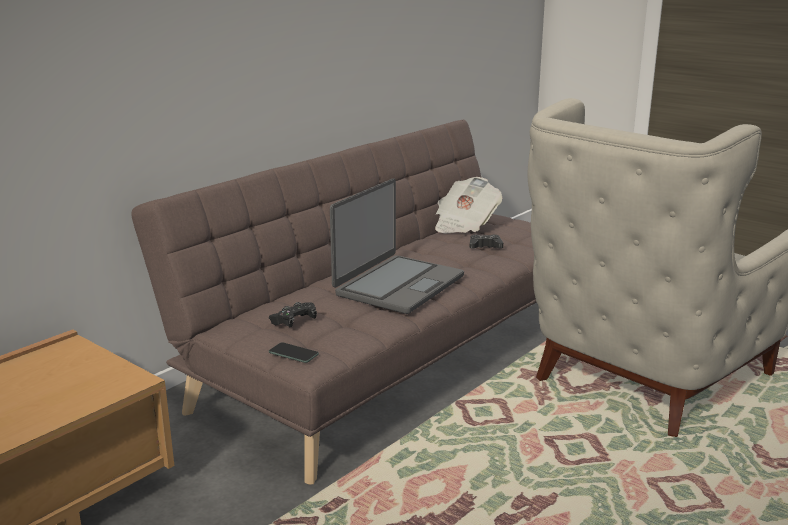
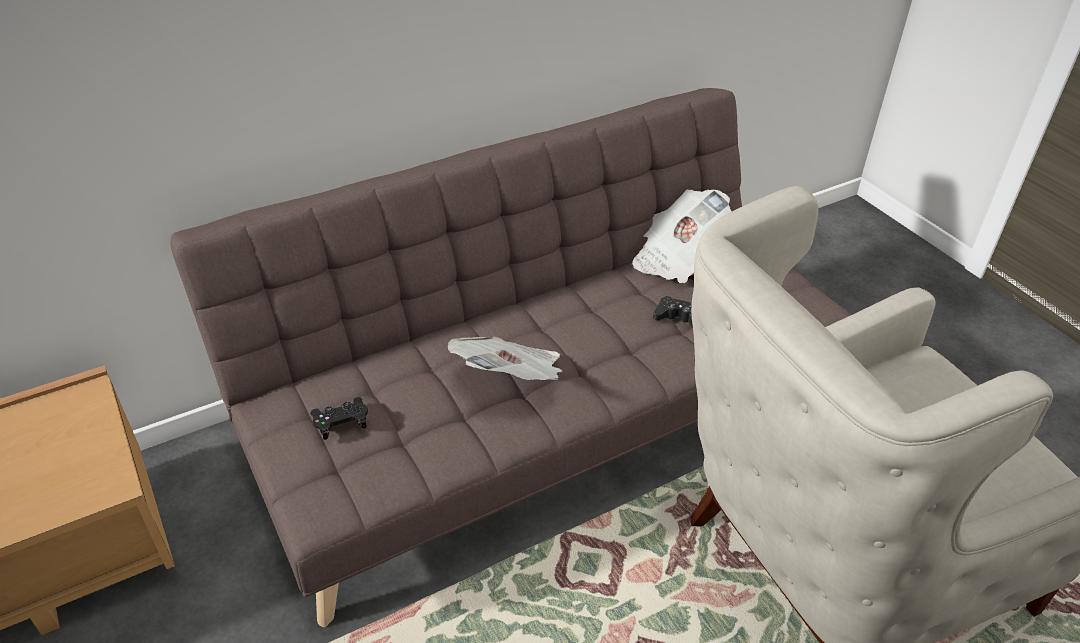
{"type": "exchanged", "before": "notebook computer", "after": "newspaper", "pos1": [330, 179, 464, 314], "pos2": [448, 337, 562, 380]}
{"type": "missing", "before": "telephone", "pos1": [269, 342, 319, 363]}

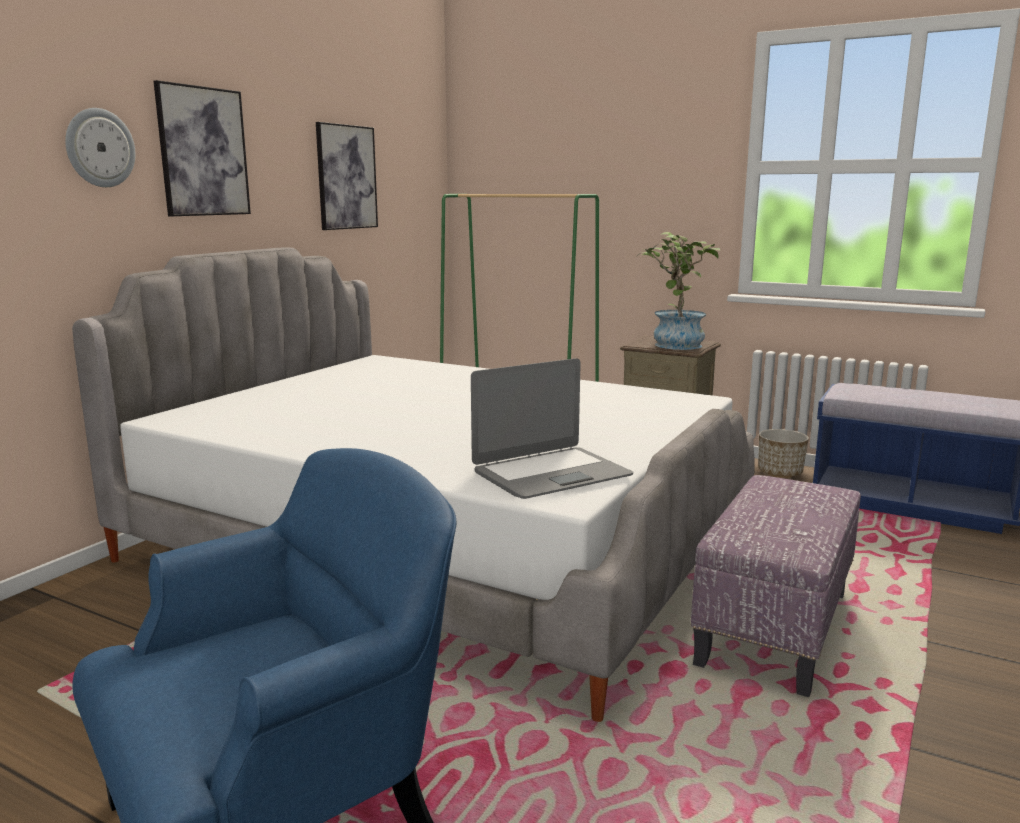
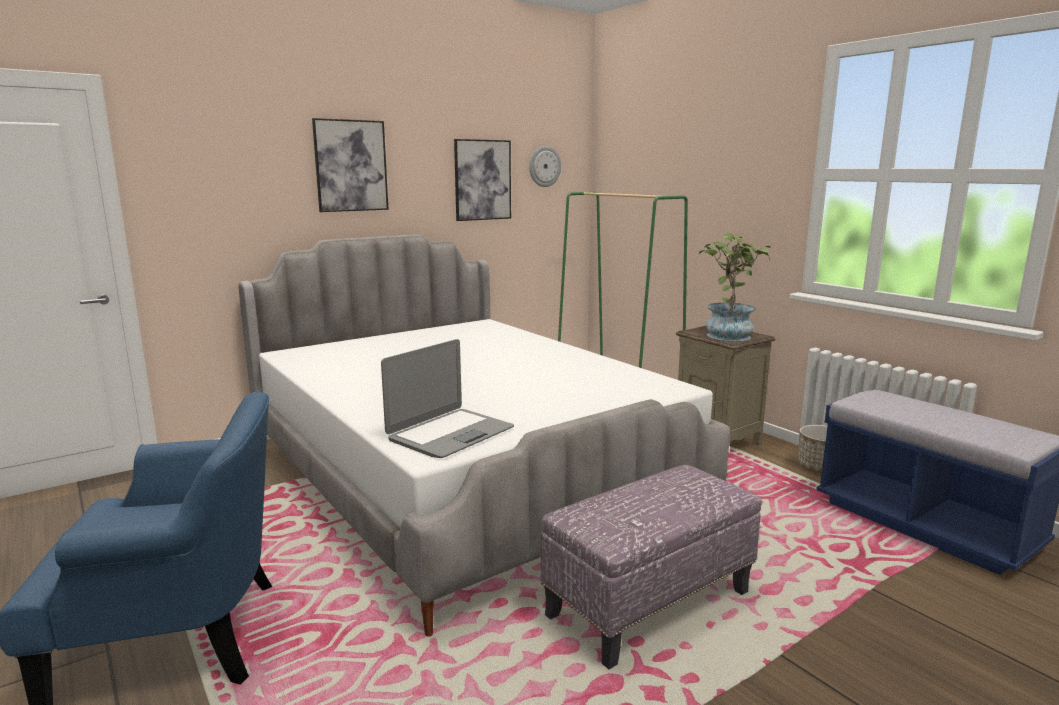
{"type": "relocated", "before": "clock on the wall", "pos1": [65, 108, 135, 187], "pos2": [529, 146, 561, 187]}
{"type": "spun", "before": "notebook computer", "pos1": [471, 358, 633, 499], "pos2": [381, 339, 514, 458], "turn": -45}

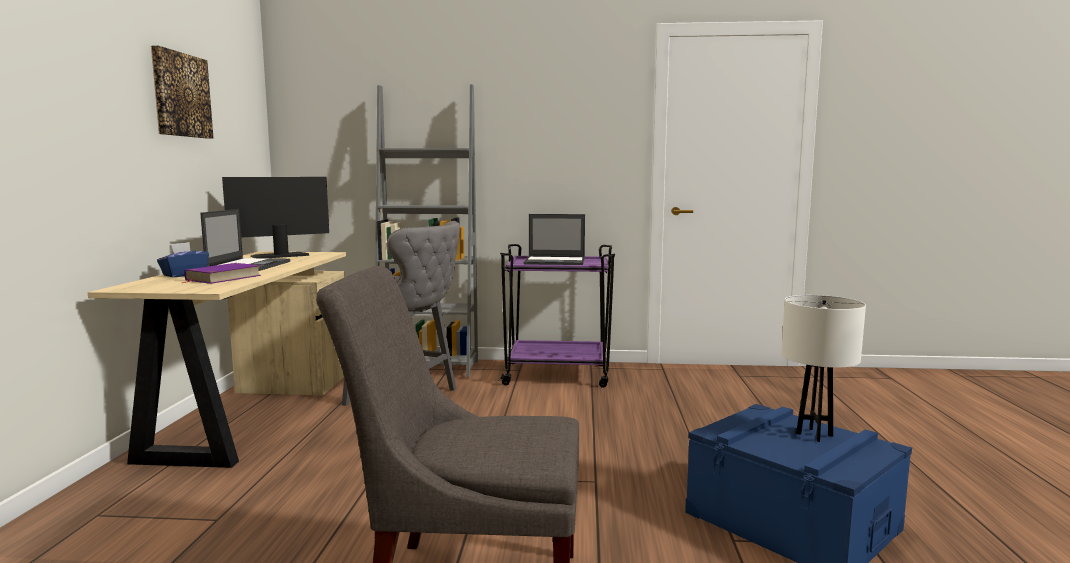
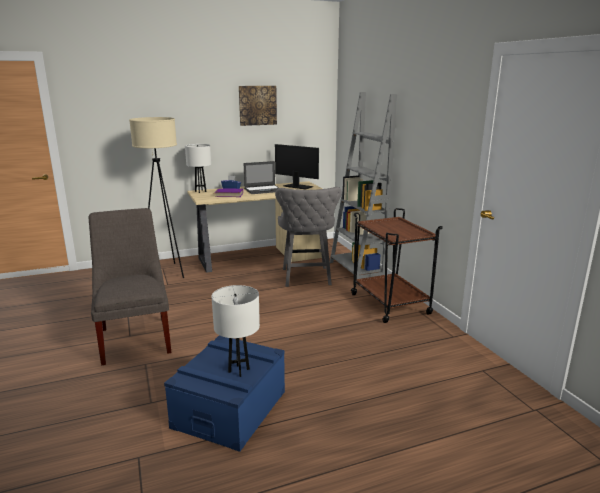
{"type": "missing", "before": "notebook computer", "pos1": [524, 214, 585, 265]}
{"type": "colour", "before": "trolley (purple-coloured)", "after": "trolley (brown)", "pos1": [499, 244, 615, 388], "pos2": [351, 208, 443, 323]}
{"type": "appeared", "after": "standard lamp (sand-coloured)", "pos2": [129, 117, 184, 278]}
{"type": "appeared", "after": "lamp for a table (white-coloured)", "pos2": [185, 144, 211, 193]}

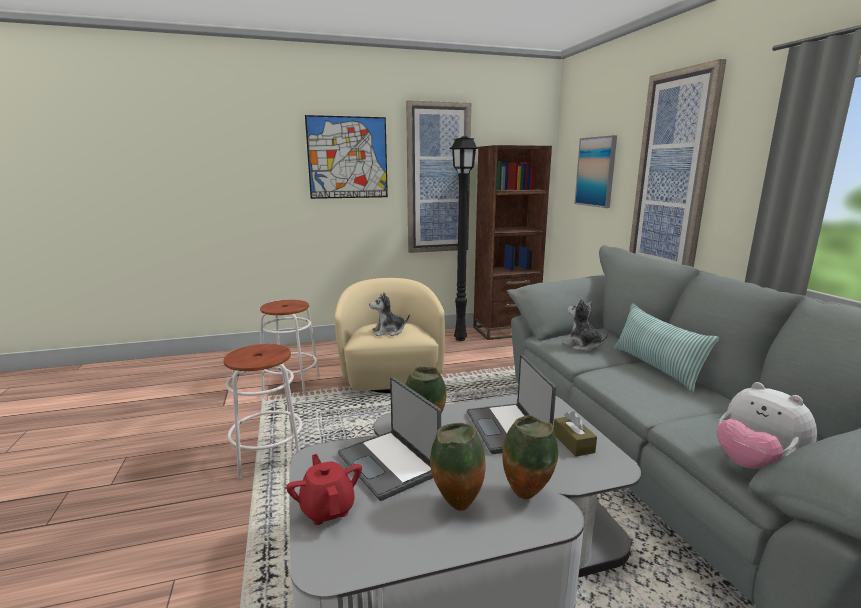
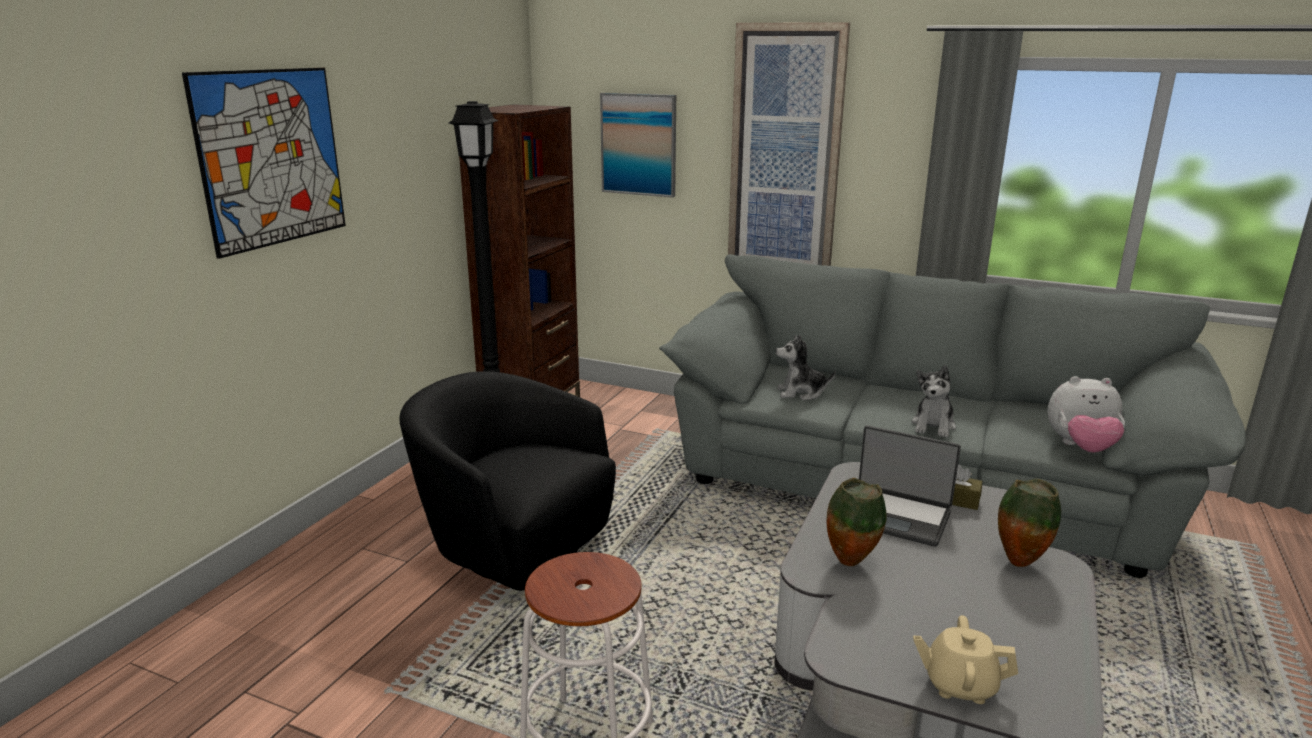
{"type": "missing", "before": "picture", "pos1": [406, 100, 471, 253]}
{"type": "colour", "before": "easy chair (sand-coloured)", "after": "easy chair (black)", "pos1": [335, 278, 445, 393], "pos2": [399, 371, 616, 591]}
{"type": "relocated", "before": "cuddly toy", "pos1": [369, 292, 410, 336], "pos2": [911, 365, 956, 438]}
{"type": "missing", "before": "stool seat (white-coloured)", "pos1": [260, 300, 320, 395]}
{"type": "missing", "before": "throw pillow", "pos1": [614, 303, 719, 392]}
{"type": "missing", "before": "notebook computer", "pos1": [338, 377, 441, 501]}
{"type": "missing", "before": "flower vase", "pos1": [430, 423, 485, 511]}
{"type": "colour", "before": "pot for tea (reddish)", "after": "pot for tea (sand-coloured)", "pos1": [286, 454, 362, 525], "pos2": [913, 615, 1018, 704]}

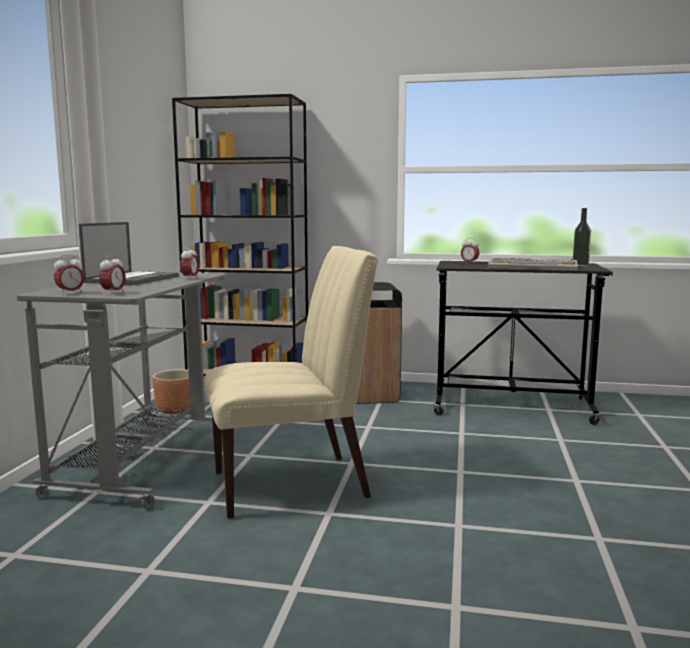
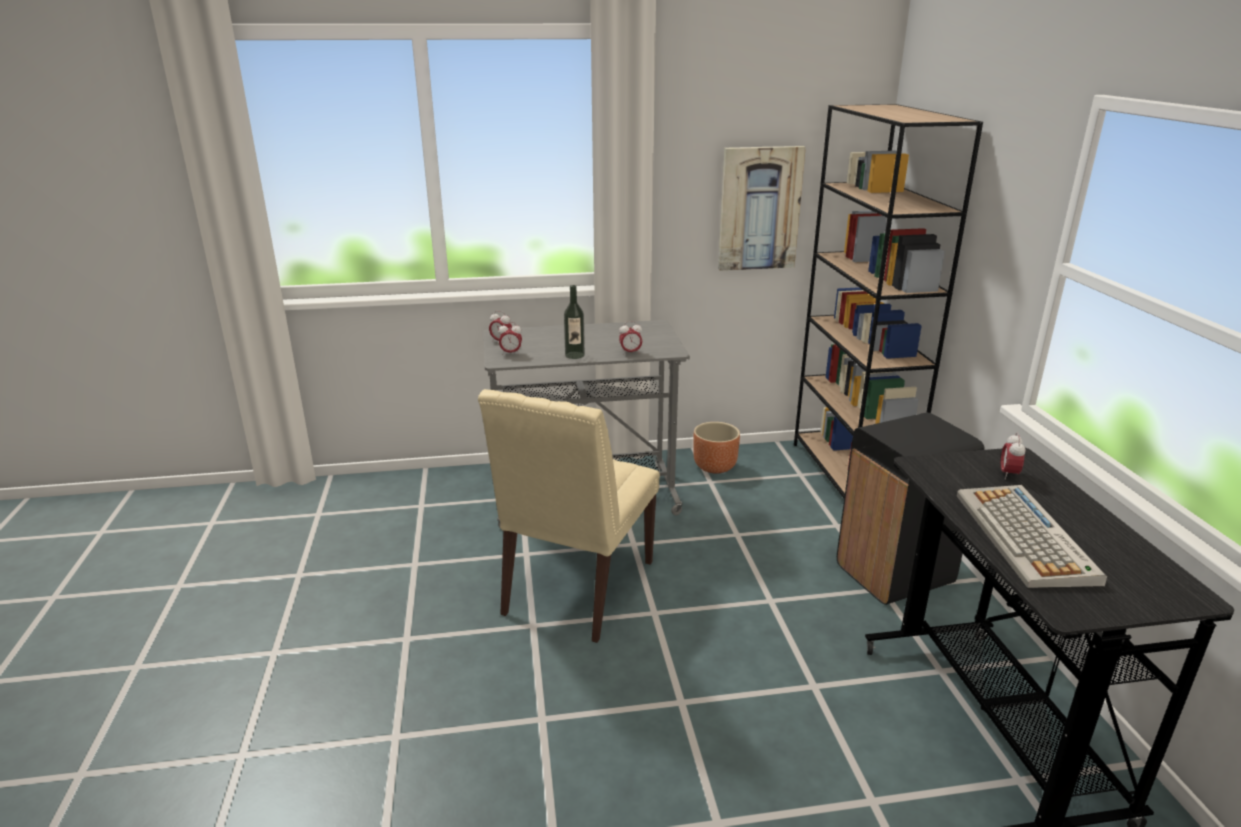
{"type": "relocated", "before": "drink bottle", "pos1": [573, 208, 591, 266], "pos2": [564, 285, 585, 359]}
{"type": "missing", "before": "notebook computer", "pos1": [78, 222, 179, 285]}
{"type": "spun", "before": "upright chair (sand-coloured)", "pos1": [204, 246, 378, 518], "pos2": [478, 389, 660, 643], "turn": 60}
{"type": "appeared", "after": "picture", "pos2": [718, 146, 806, 271]}

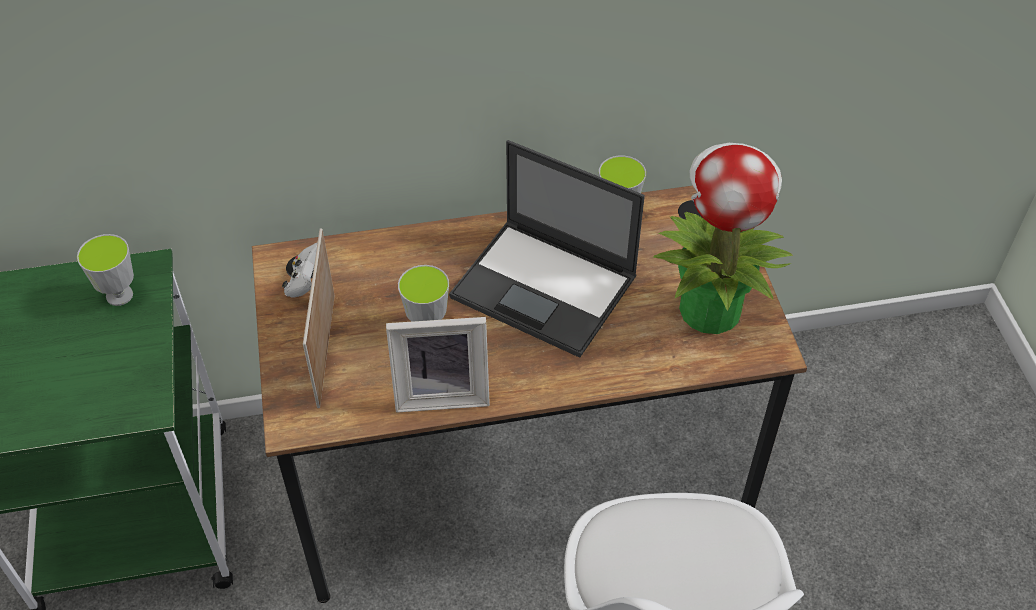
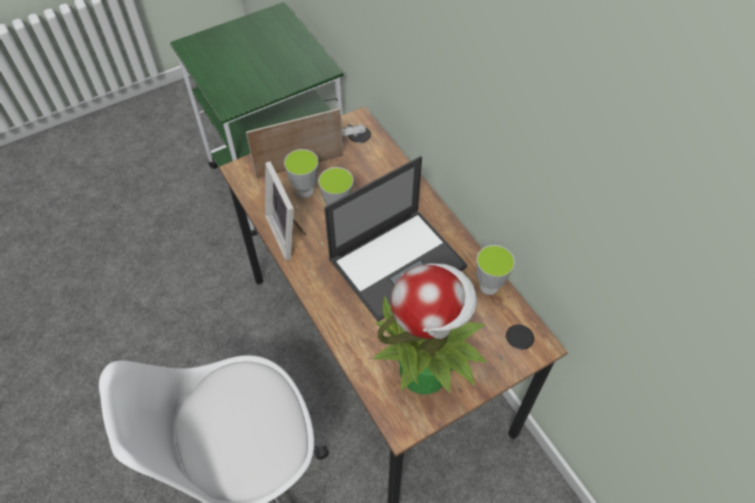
{"type": "spun", "before": "notebook computer", "pos1": [449, 140, 645, 358], "pos2": [324, 156, 467, 321], "turn": -135}
{"type": "relocated", "before": "cup", "pos1": [77, 234, 134, 306], "pos2": [284, 149, 319, 198]}

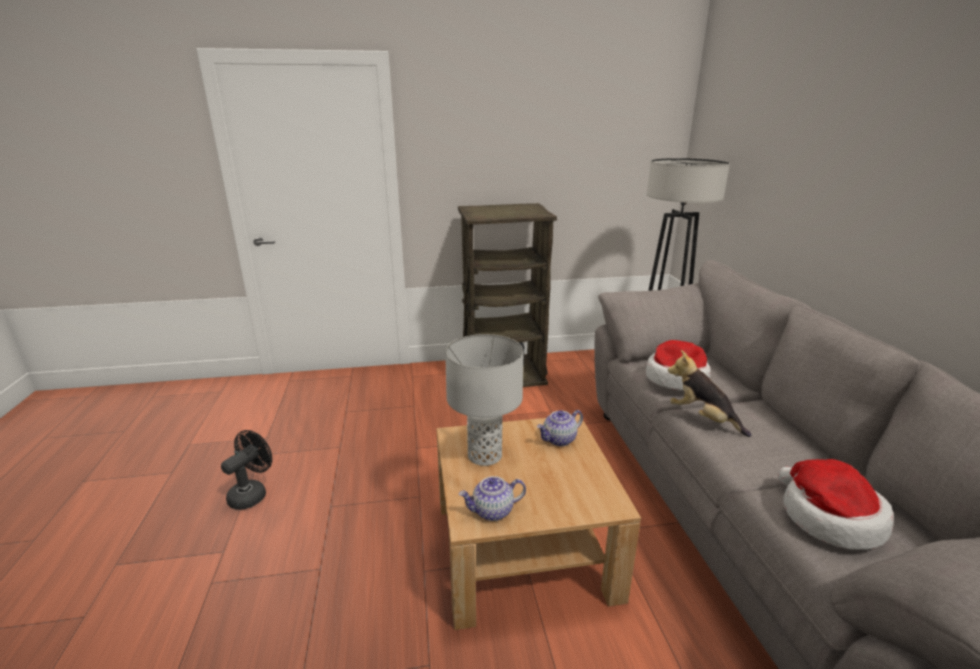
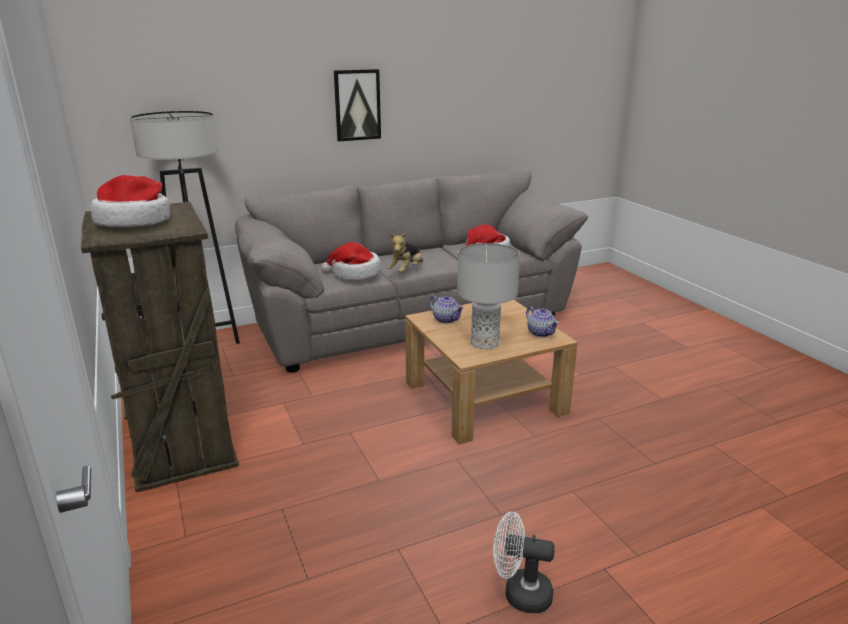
{"type": "colour", "before": "electric fan (black)", "after": "electric fan (white-coloured)", "pos1": [221, 430, 272, 510], "pos2": [493, 512, 555, 613]}
{"type": "appeared", "after": "picture", "pos2": [334, 69, 381, 141]}
{"type": "appeared", "after": "clothing hat", "pos2": [90, 175, 170, 227]}

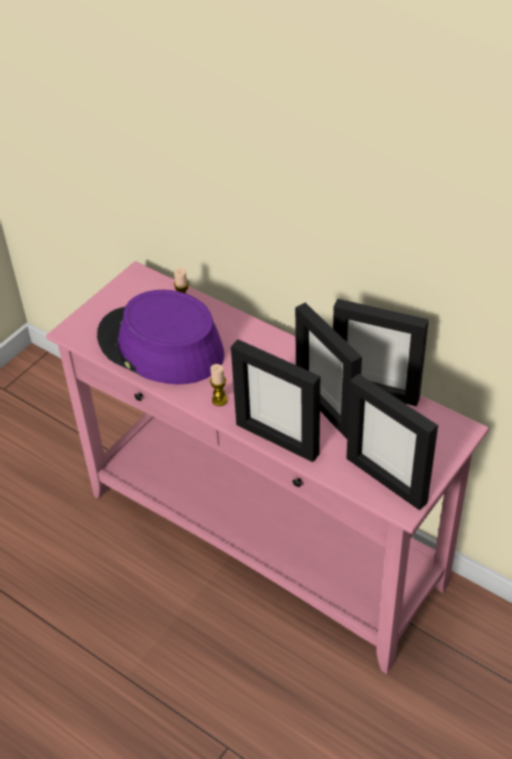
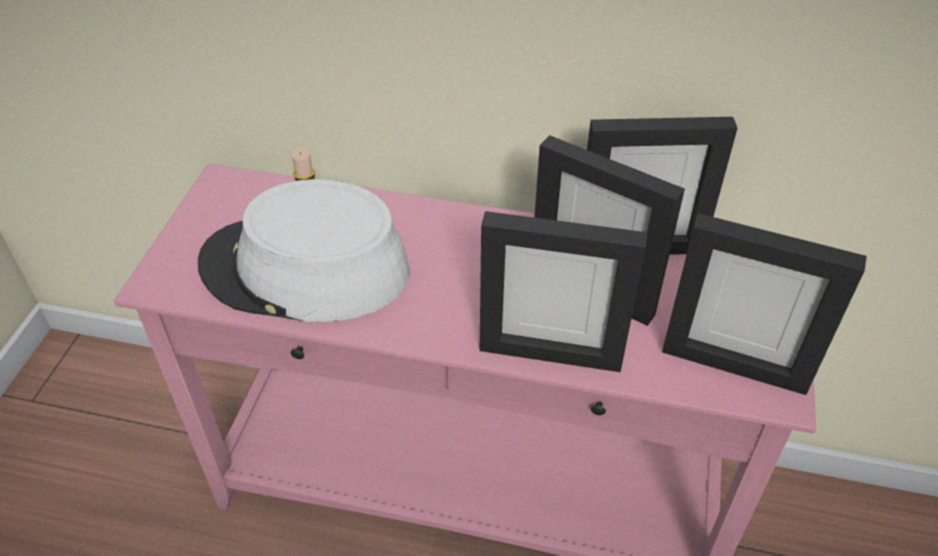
{"type": "colour", "before": "clothing hat (purple-coloured)", "after": "clothing hat (white-coloured)", "pos1": [97, 290, 224, 384], "pos2": [198, 179, 410, 322]}
{"type": "missing", "before": "wax candle", "pos1": [210, 364, 228, 406]}

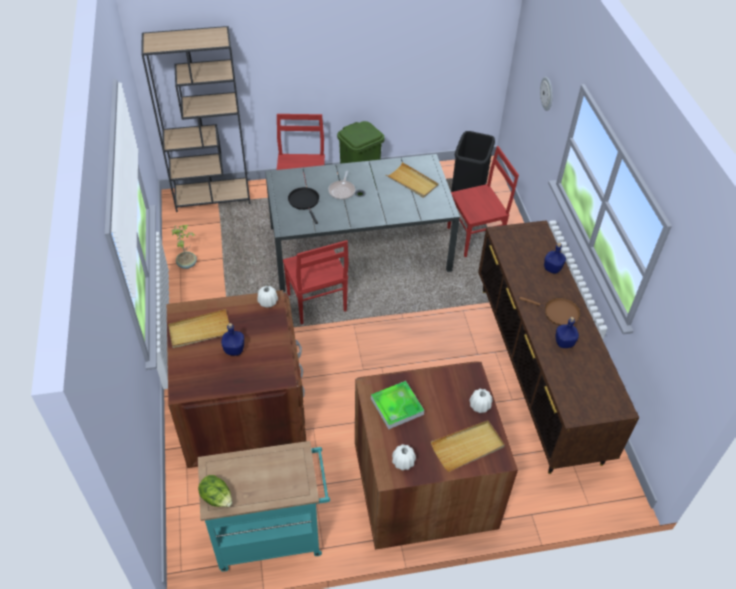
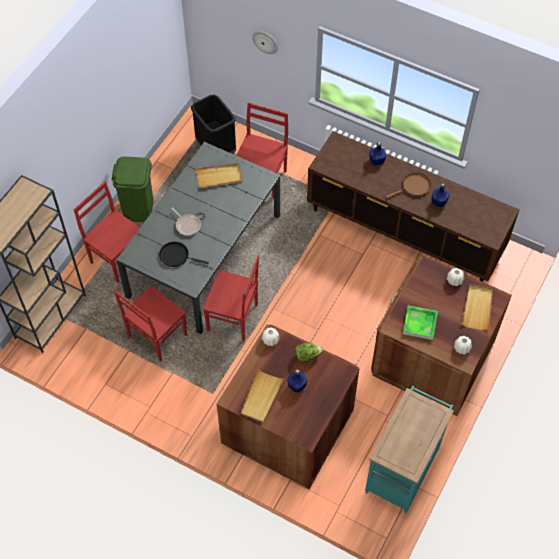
{"type": "missing", "before": "plant in a pot", "pos1": [172, 225, 197, 269]}
{"type": "relocated", "before": "lettuce head", "pos1": [198, 475, 232, 507], "pos2": [295, 343, 323, 362]}
{"type": "appeared", "after": "upright chair (reddish)", "pos2": [114, 286, 187, 362]}

